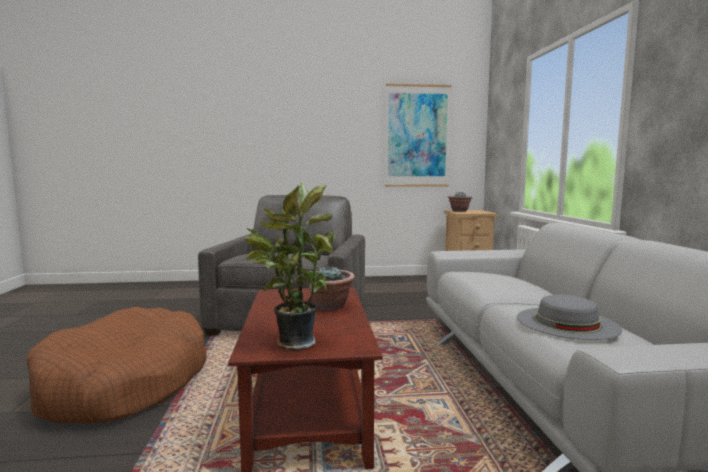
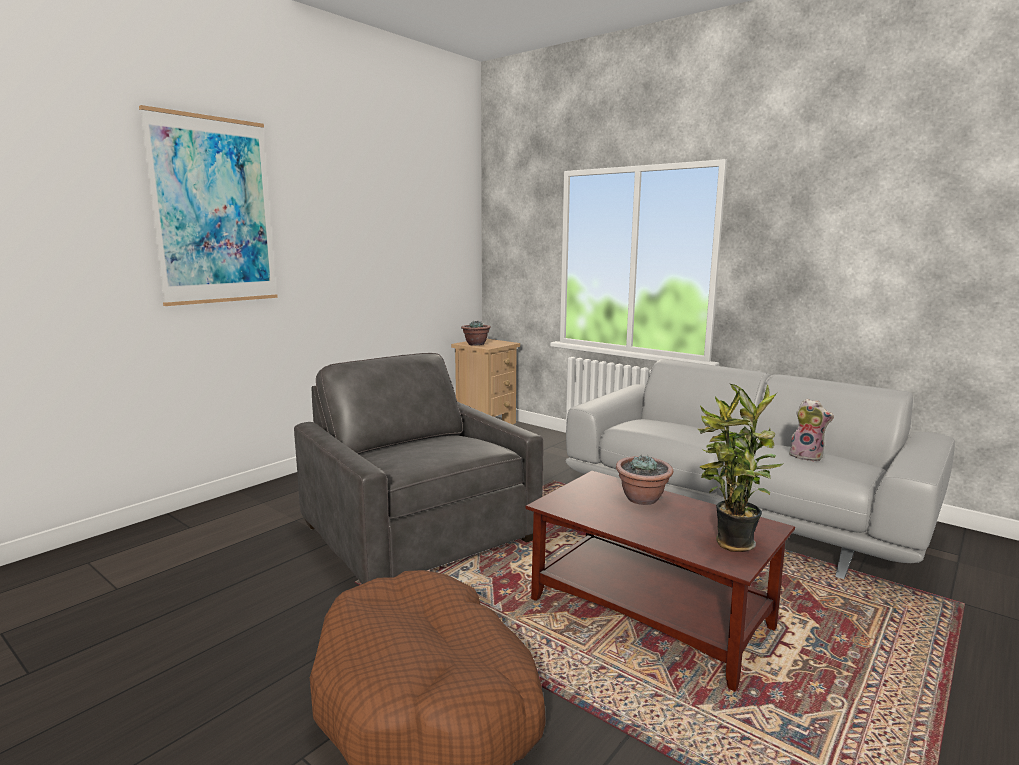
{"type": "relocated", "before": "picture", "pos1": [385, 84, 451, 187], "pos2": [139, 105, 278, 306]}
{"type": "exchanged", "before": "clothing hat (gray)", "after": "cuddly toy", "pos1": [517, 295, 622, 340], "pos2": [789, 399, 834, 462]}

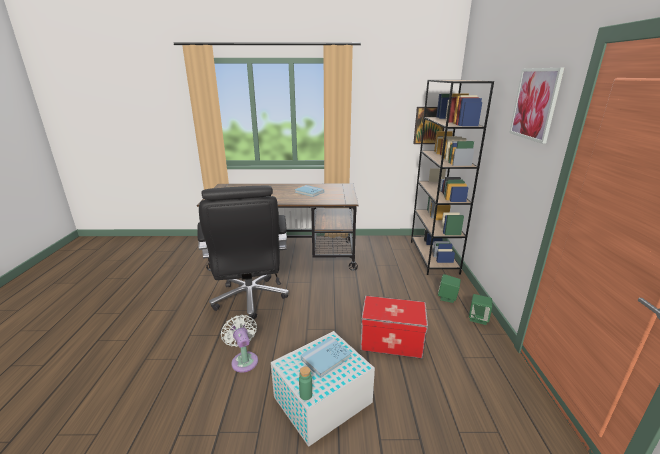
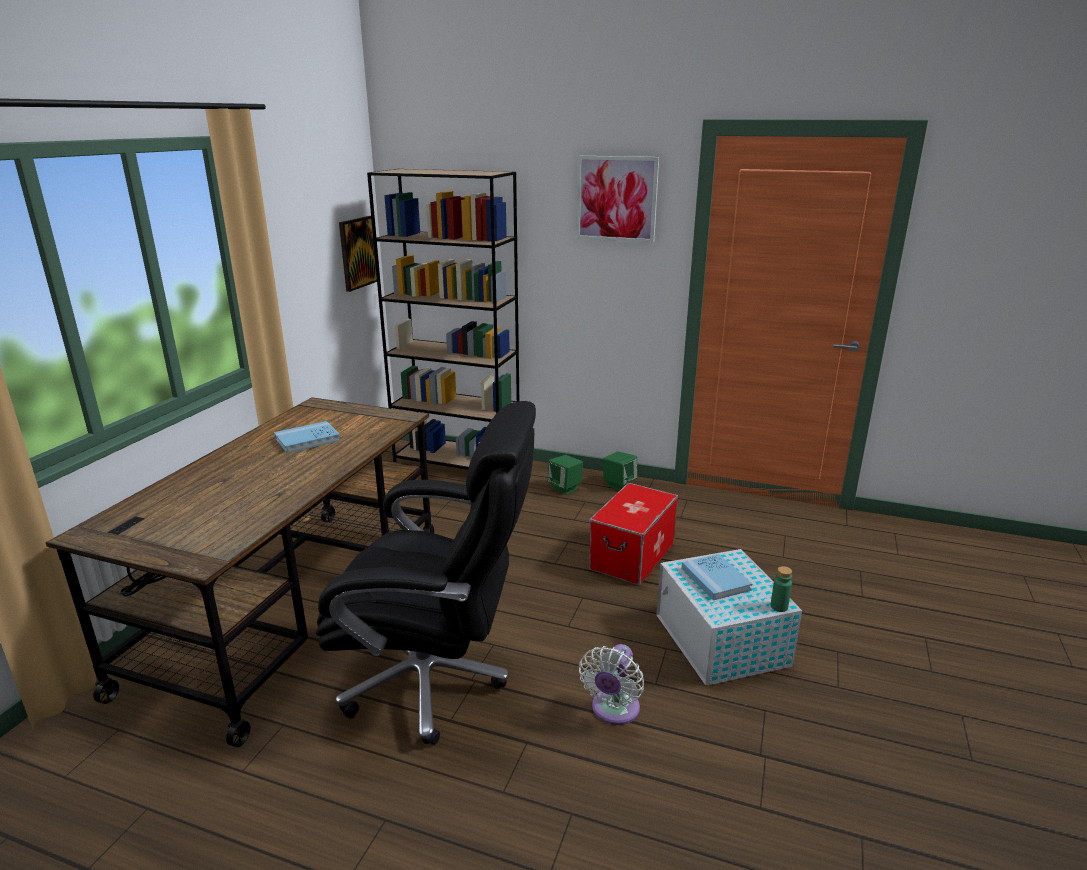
{"type": "spun", "before": "electric fan (white-coloured)", "pos1": [221, 315, 258, 372], "pos2": [579, 644, 644, 725], "turn": -60}

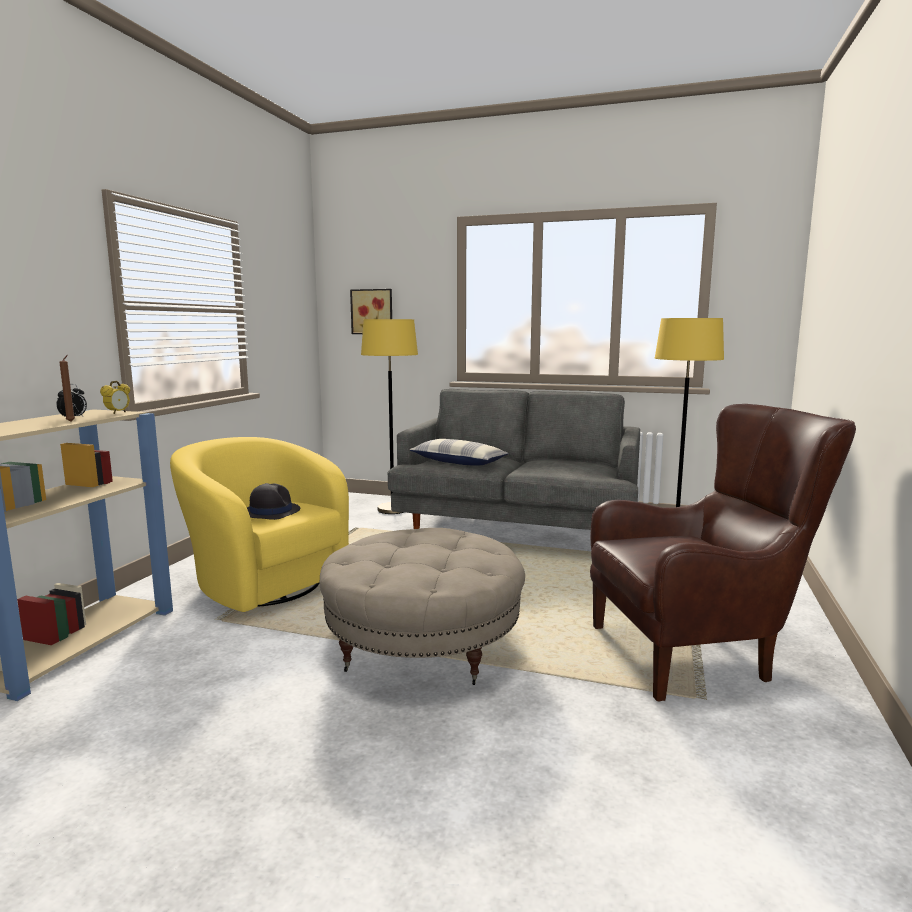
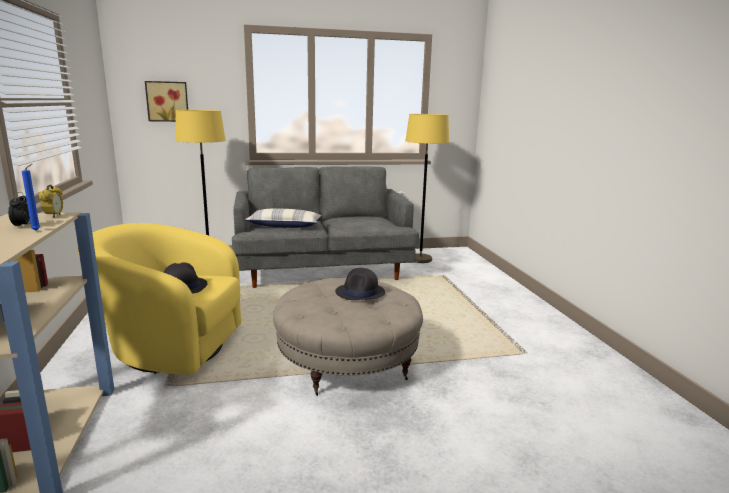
{"type": "colour", "before": "wax candle (brown)", "after": "wax candle (bluish)", "pos1": [60, 355, 75, 422], "pos2": [22, 164, 40, 231]}
{"type": "missing", "before": "easy chair (brown)", "pos1": [590, 404, 856, 701]}
{"type": "appeared", "after": "clothing hat (black)", "pos2": [335, 268, 385, 300]}

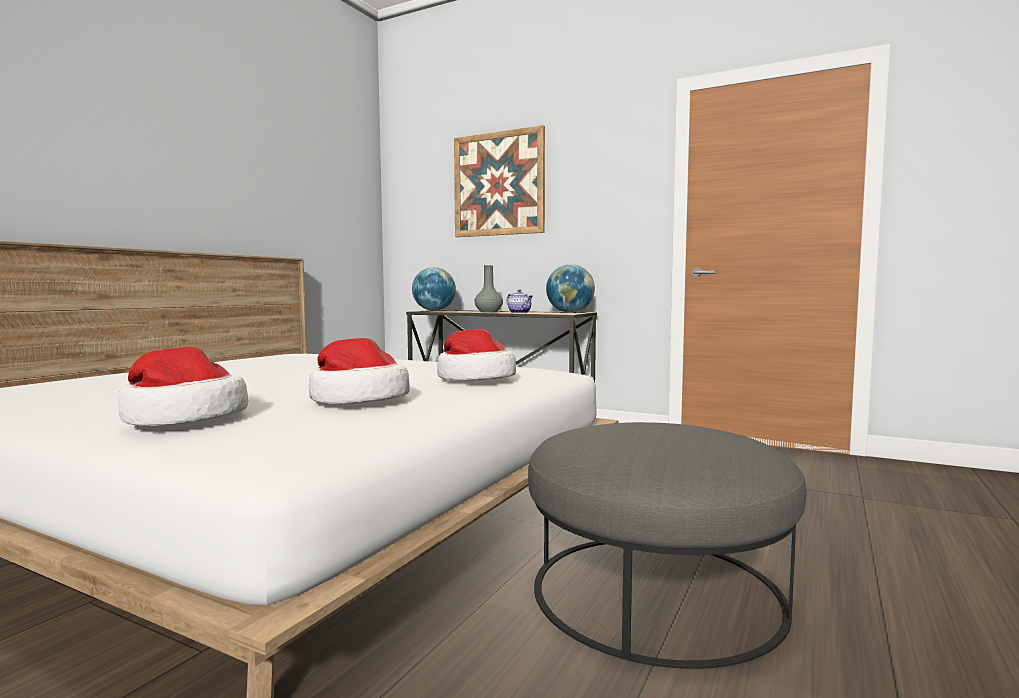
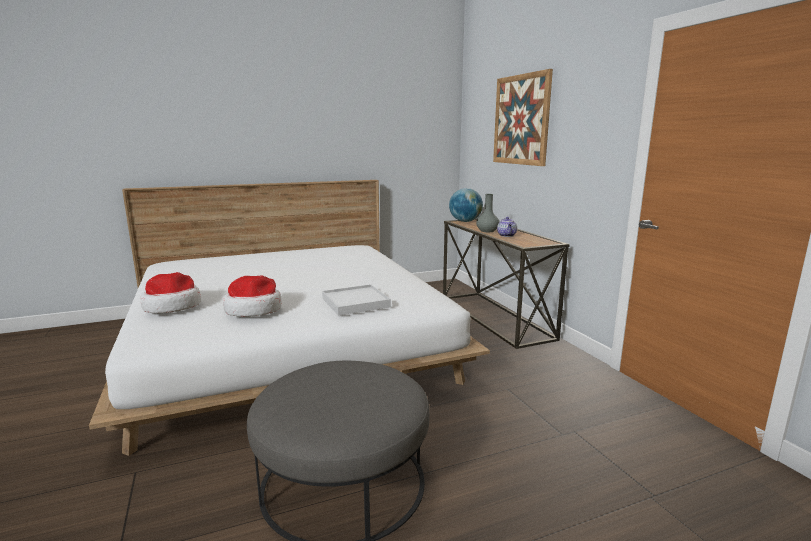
{"type": "missing", "before": "globe", "pos1": [546, 264, 595, 313]}
{"type": "exchanged", "before": "clothing hat", "after": "tray (white-coloured)", "pos1": [437, 329, 516, 381], "pos2": [322, 284, 391, 316]}

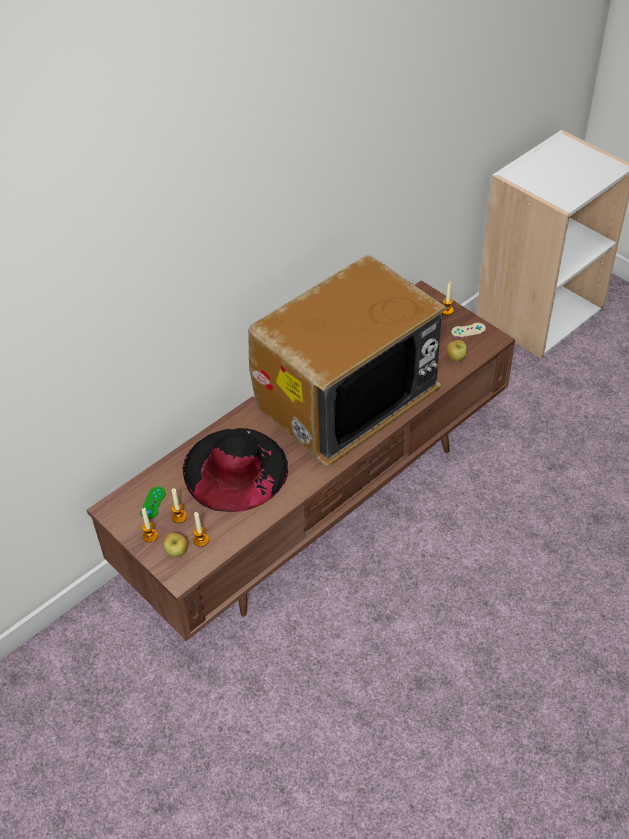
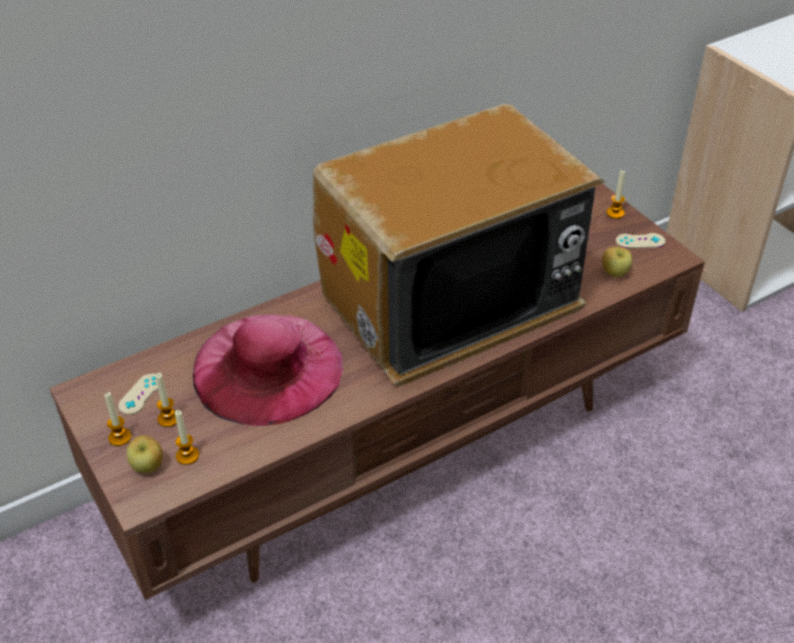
{"type": "colour", "before": "clothing hat (black)", "after": "clothing hat (pink)", "pos1": [182, 428, 288, 512], "pos2": [193, 314, 343, 426]}
{"type": "colour", "before": "game controller (greenish)", "after": "game controller (sand-coloured)", "pos1": [141, 487, 166, 519], "pos2": [118, 374, 158, 415]}

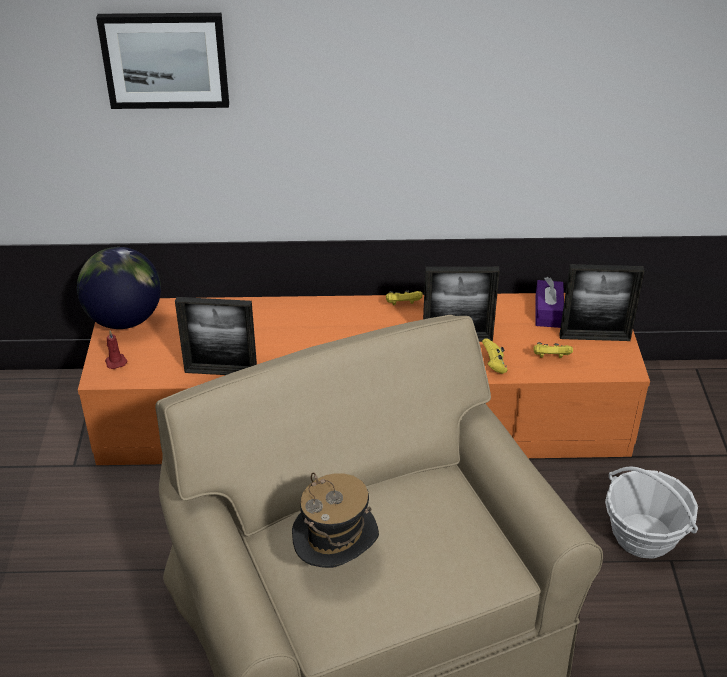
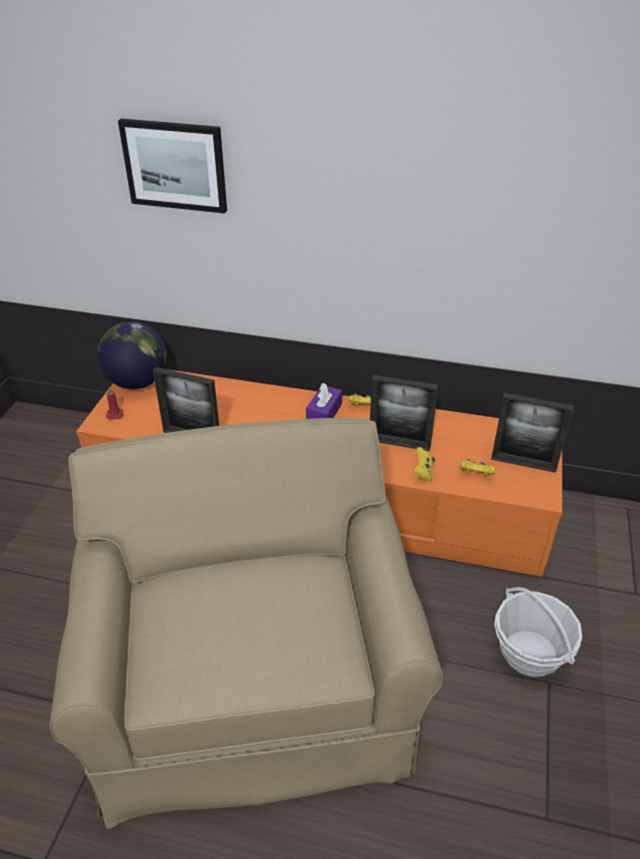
{"type": "relocated", "before": "tissue box (purple-coloured)", "pos1": [535, 277, 564, 328], "pos2": [306, 383, 342, 419]}
{"type": "missing", "before": "clothing hat", "pos1": [292, 472, 379, 568]}

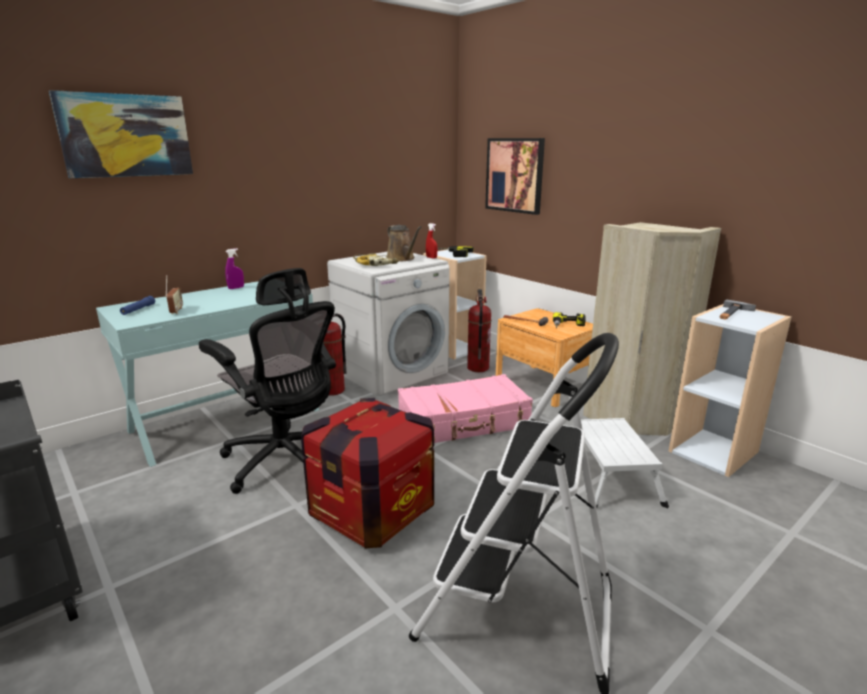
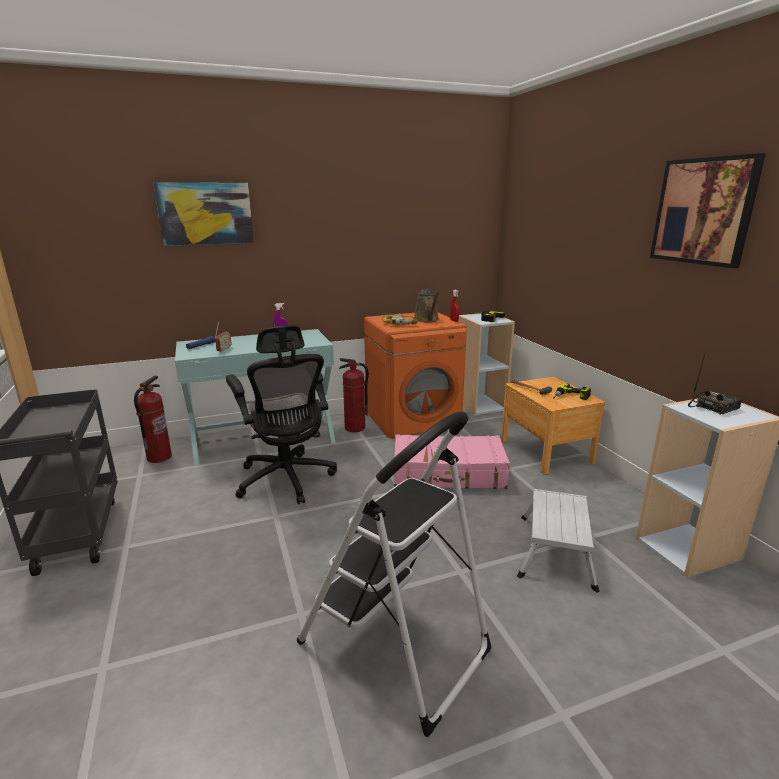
{"type": "relocated", "before": "picture", "pos1": [485, 138, 545, 215], "pos2": [650, 153, 766, 268]}
{"type": "missing", "before": "cabinet (sand-coloured)", "pos1": [583, 222, 721, 436]}
{"type": "colour", "before": "washing machine (white-coloured)", "after": "washing machine (orange)", "pos1": [327, 252, 450, 396], "pos2": [364, 312, 467, 439]}
{"type": "relocated", "before": "fire extinguisher", "pos1": [467, 289, 491, 372], "pos2": [134, 376, 172, 463]}
{"type": "exchanged", "before": "tool hammer", "after": "radio receiver", "pos1": [720, 300, 756, 320], "pos2": [688, 351, 742, 415]}
{"type": "missing", "before": "shipping crate", "pos1": [301, 398, 434, 548]}

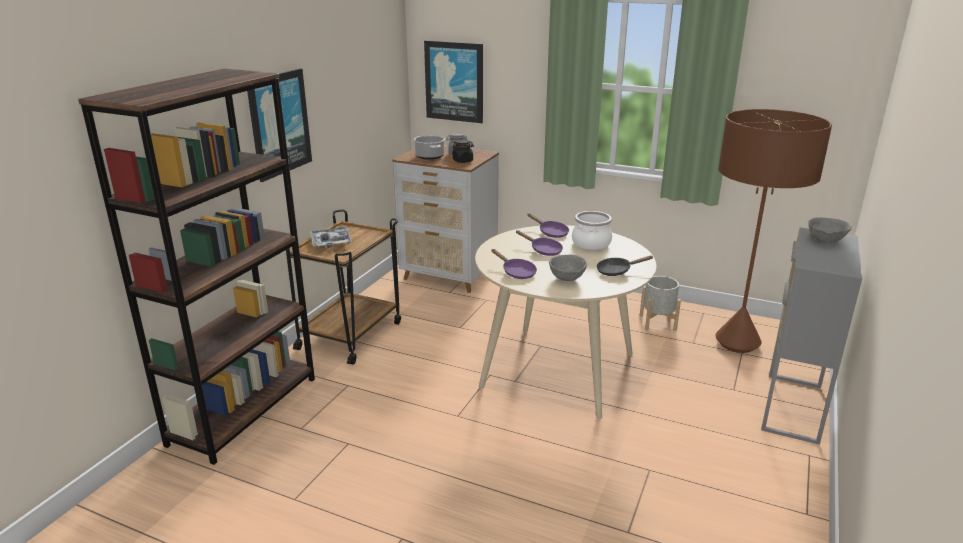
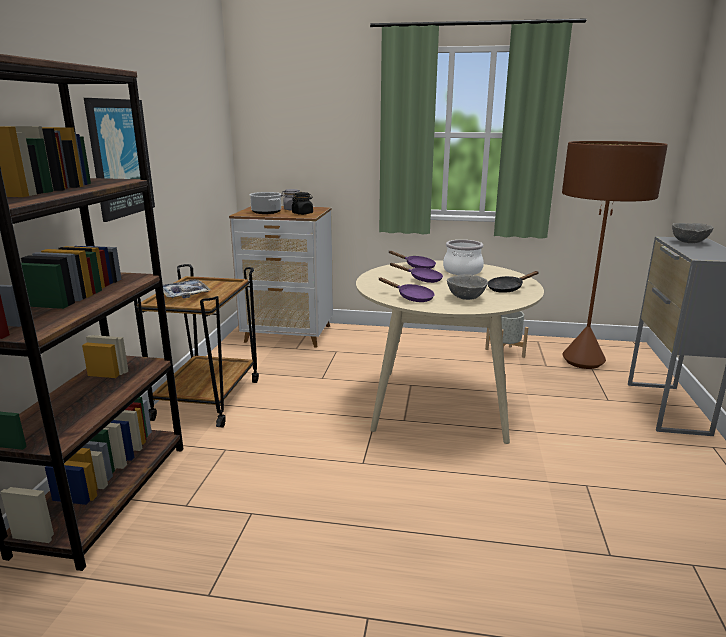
{"type": "missing", "before": "picture", "pos1": [424, 40, 483, 123]}

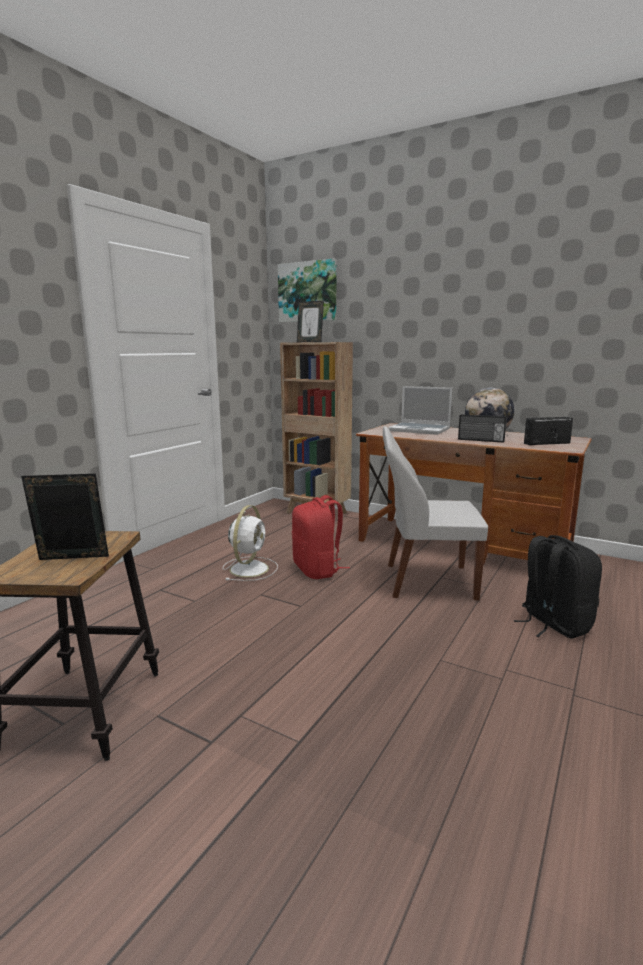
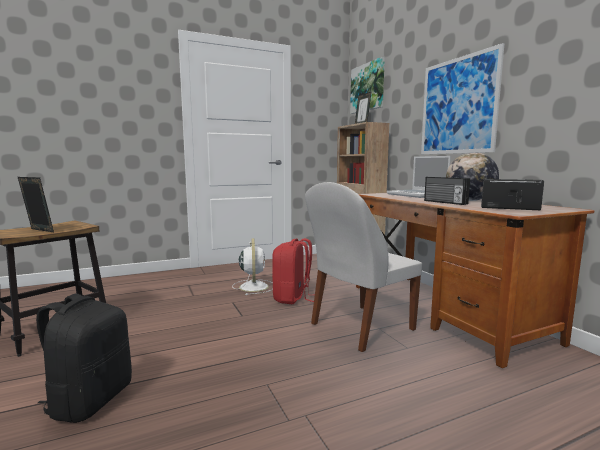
{"type": "spun", "before": "upright chair (white-coloured)", "pos1": [383, 427, 488, 600], "pos2": [305, 182, 422, 352], "turn": -75}
{"type": "spun", "before": "electric fan (white-coloured)", "pos1": [223, 505, 278, 581], "pos2": [232, 238, 273, 295], "turn": -60}
{"type": "relocated", "before": "knapsack (black)", "pos1": [514, 535, 602, 639], "pos2": [36, 294, 132, 423]}
{"type": "appeared", "after": "picture", "pos2": [421, 43, 505, 154]}

